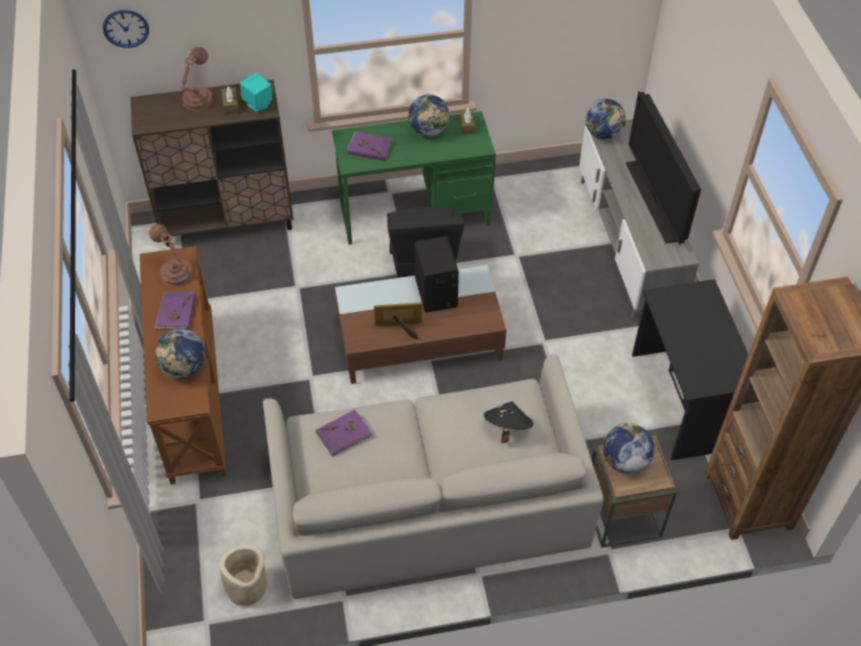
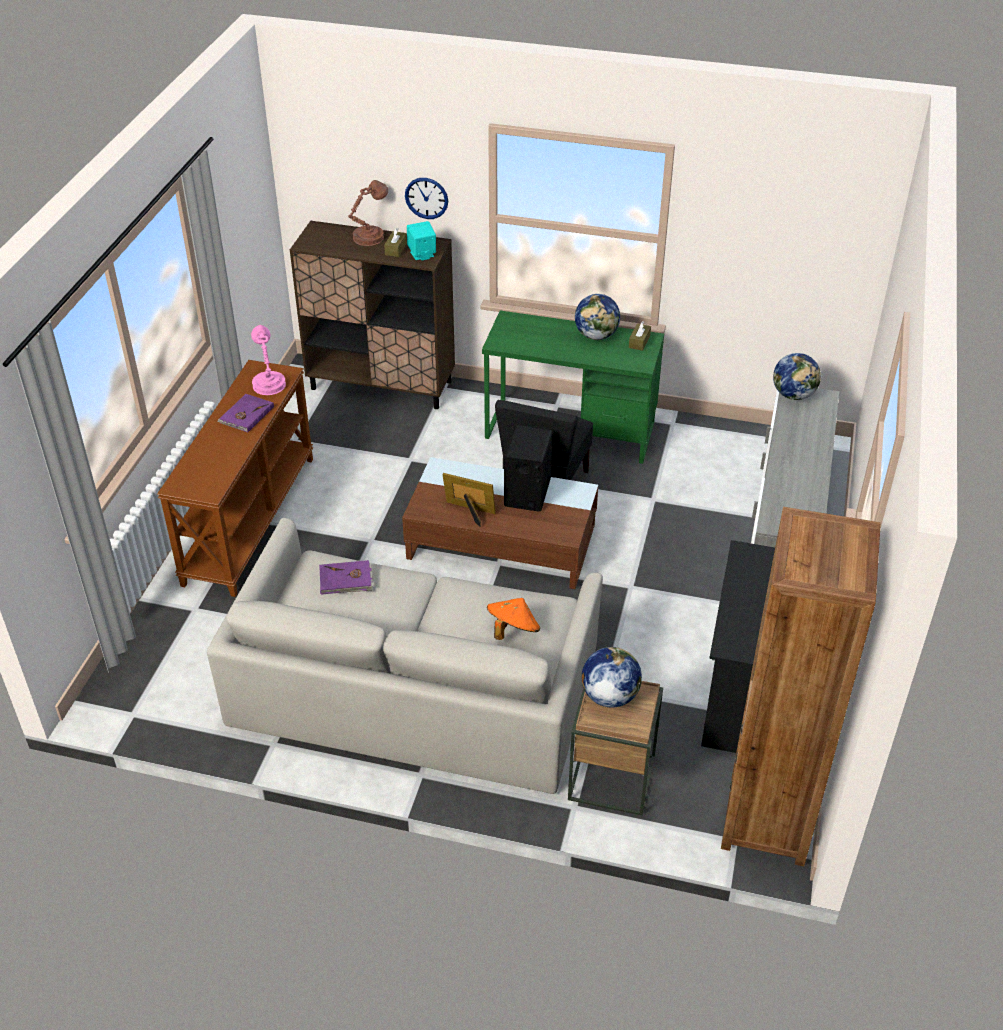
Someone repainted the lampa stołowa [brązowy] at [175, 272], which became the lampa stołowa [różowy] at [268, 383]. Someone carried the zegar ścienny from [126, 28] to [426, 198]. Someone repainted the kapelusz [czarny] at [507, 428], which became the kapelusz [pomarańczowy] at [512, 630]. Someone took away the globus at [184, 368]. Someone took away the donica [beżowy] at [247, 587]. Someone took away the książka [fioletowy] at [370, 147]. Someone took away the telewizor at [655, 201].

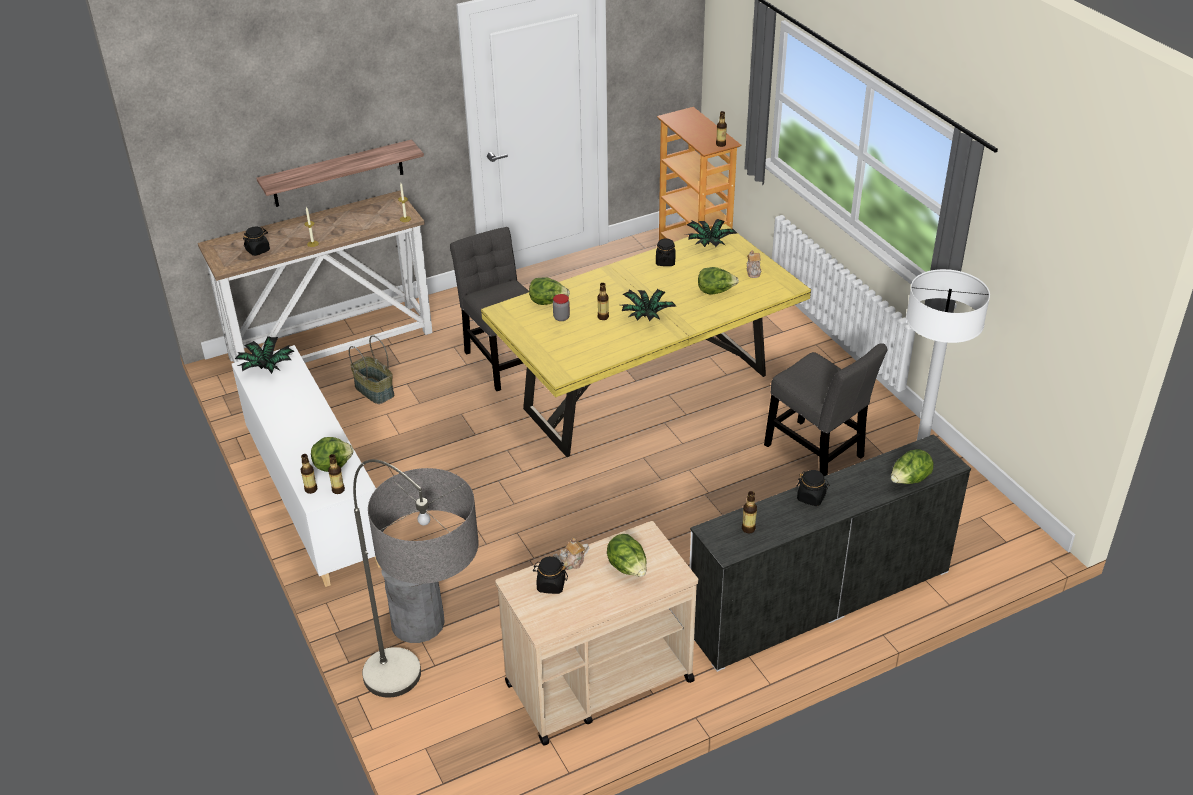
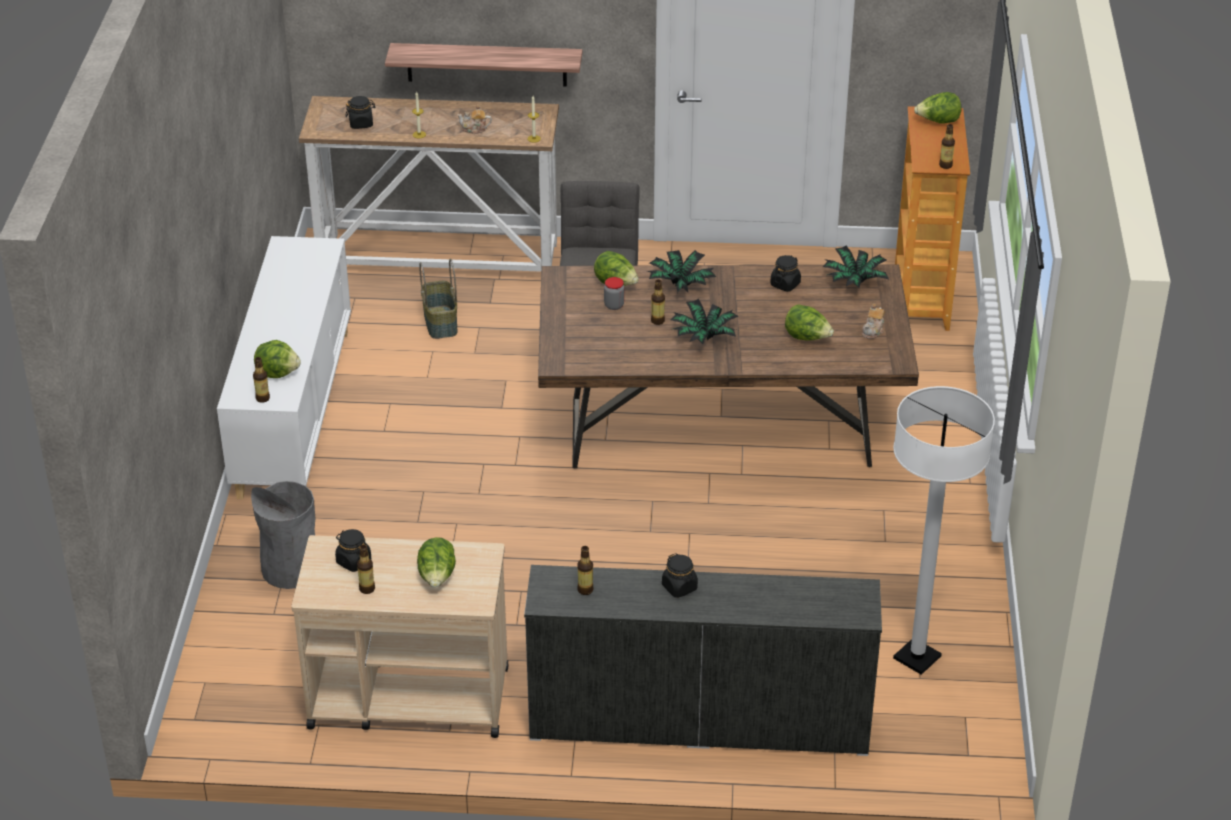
Someone carried the butelka from [311, 489] to [367, 589]. Someone carried the imbryk from [571, 562] to [474, 129]. Someone repainted the stół jadalny [żółty] at [646, 392], which became the stół jadalny [brązowy] at [721, 433]. Someone carried the roślina doniczkowa from [266, 368] to [680, 285]. Someone carried the sałata from [909, 481] to [938, 122]. Someone took away the lampa stojąca at [432, 717]. Someone took away the krzesło [szary] at [817, 454].

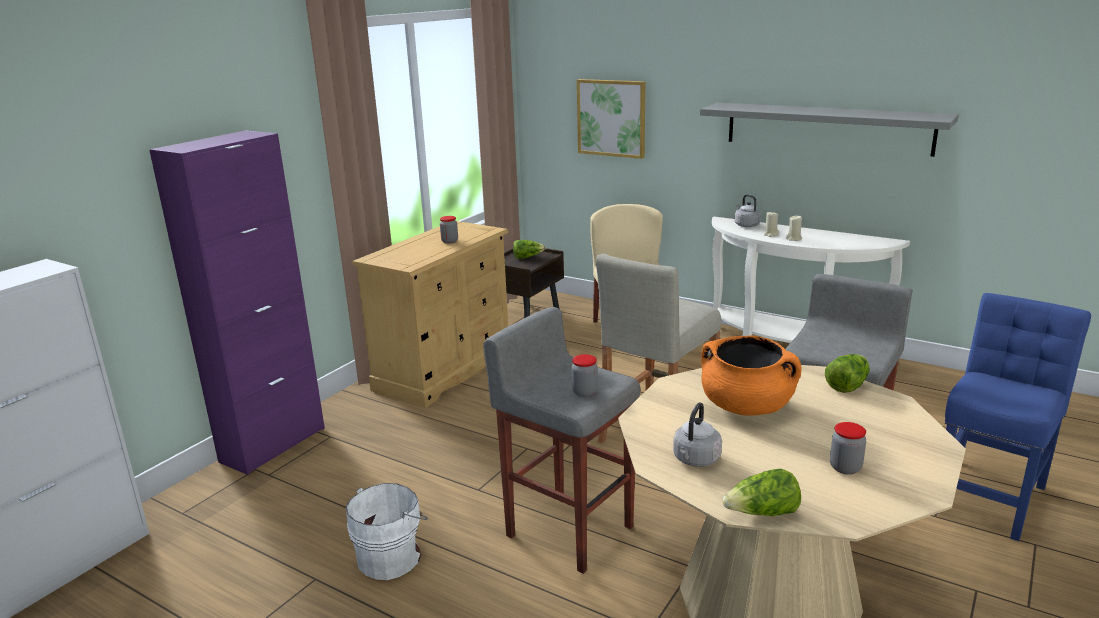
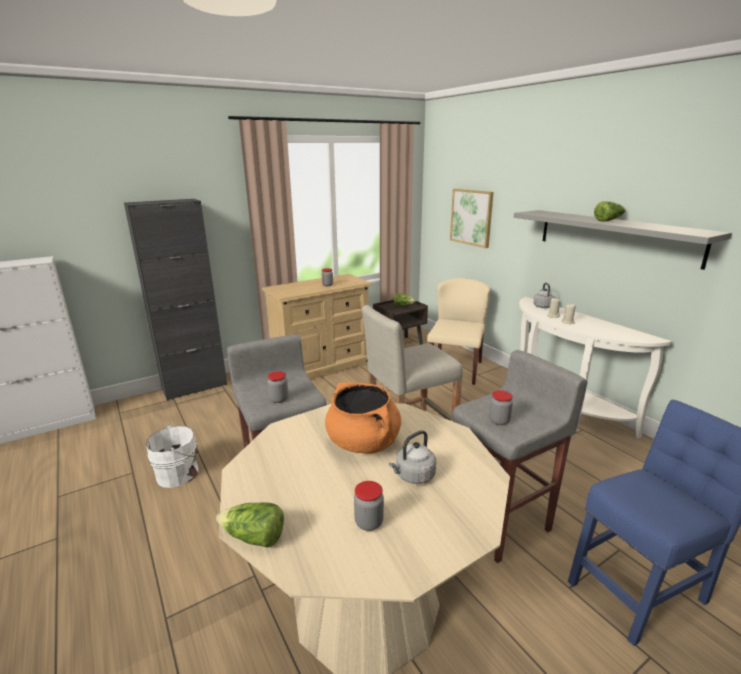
Someone repainted the szafka [fioletowy] at [273, 445], which became the szafka [czarny] at [195, 387]. Someone carried the czajnik [szary] from [695, 460] to [413, 476]. Someone put down the słoik at [499, 421]. Someone carried the sałata from [847, 385] to [608, 220].

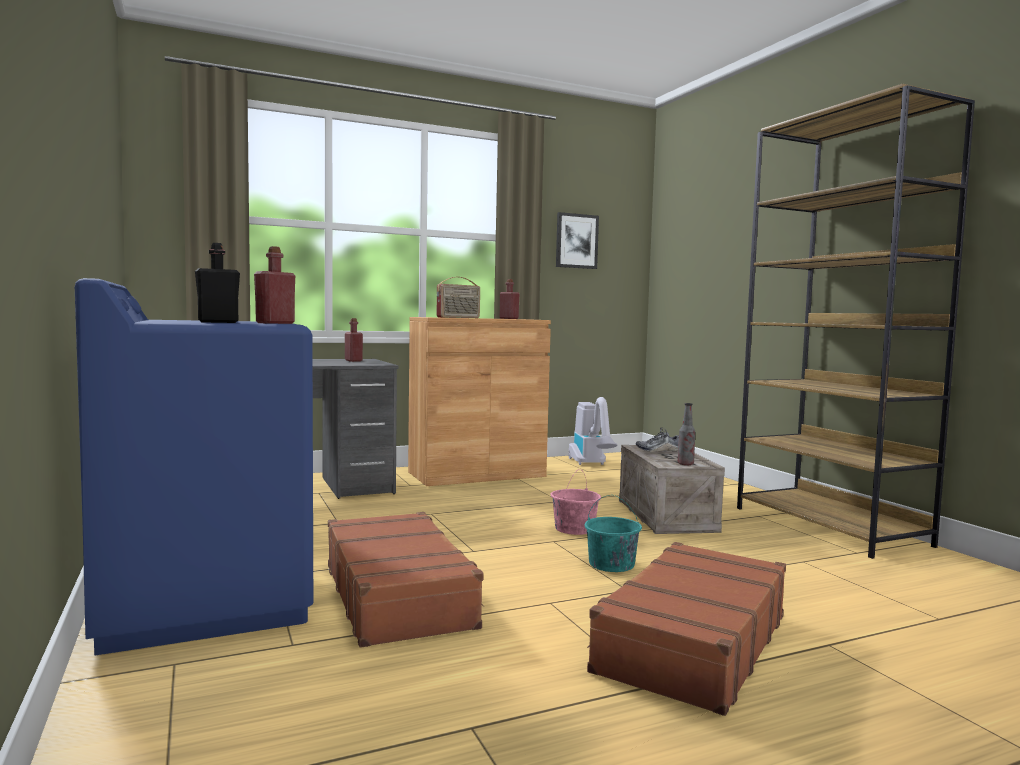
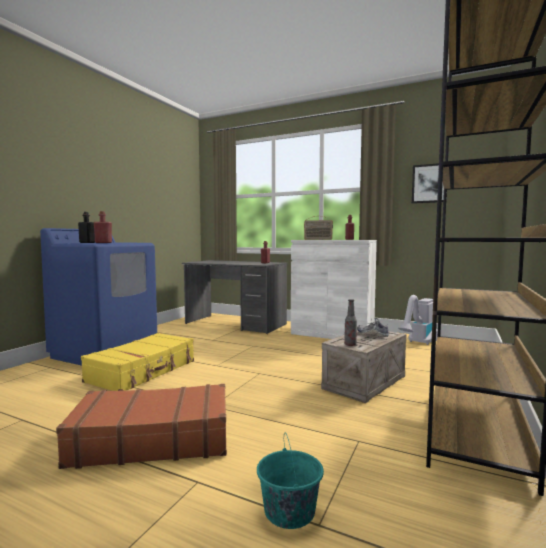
Someone repainted the walizka [brązowy] at [398, 595], which became the walizka [żółty] at [143, 371]. Someone carried the wiadro [turkusowy] from [612, 564] to [289, 511]. Someone repainted the szafka [brązowy] at [476, 474], which became the szafka [biały] at [332, 334]. Someone took away the wiadro [różowy] at [574, 529].

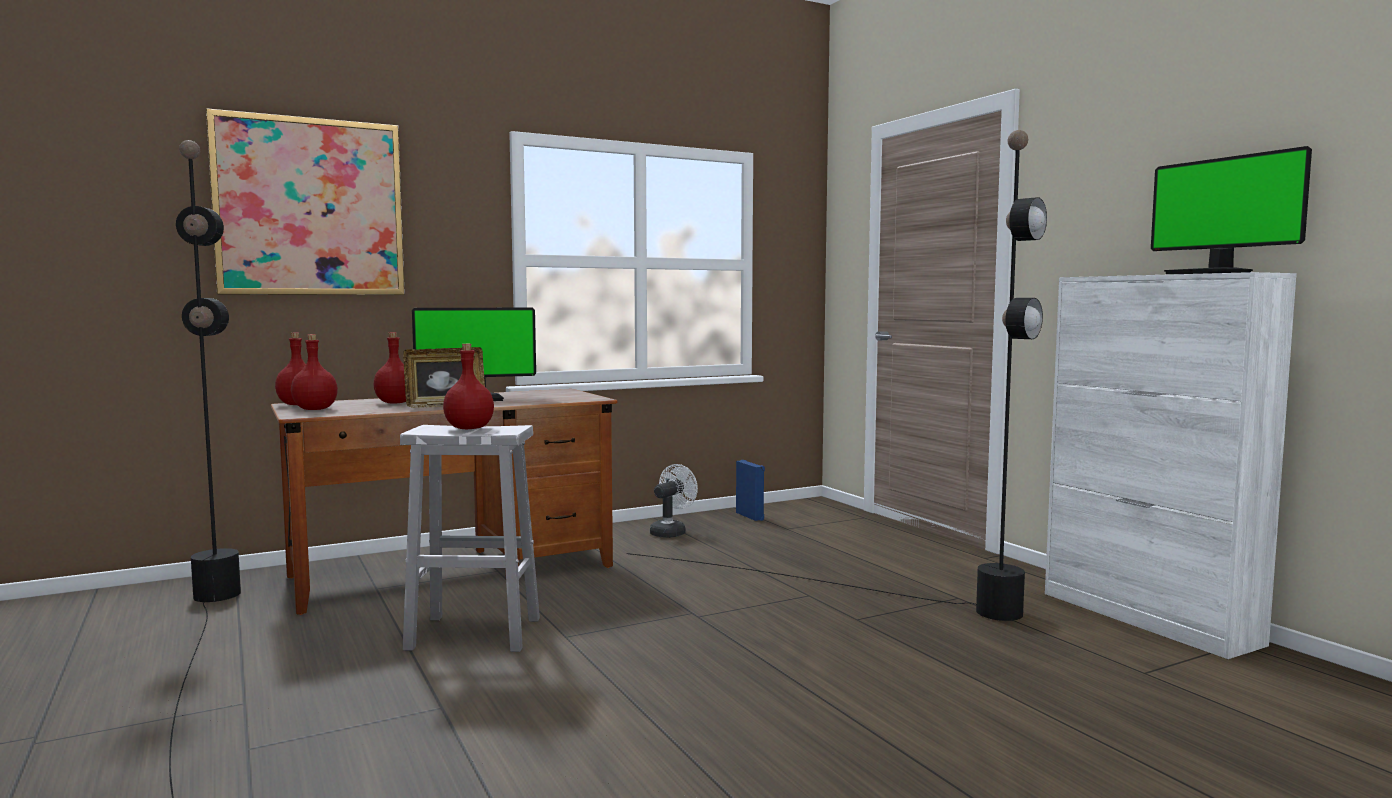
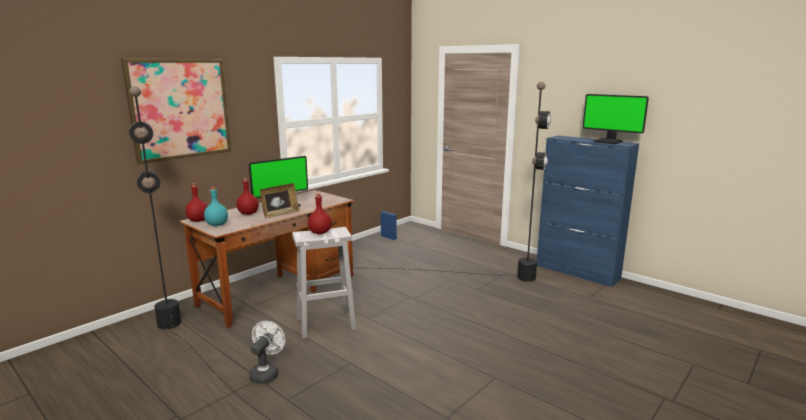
Someone repainted the butelka [czerwony] at [315, 409], which became the butelka [turkusowy] at [217, 224]. Someone carried the wentylator [biały] from [671, 532] to [266, 373]. Someone repainted the szafka [biały] at [1148, 618], which became the szafka [niebieski] at [577, 272].

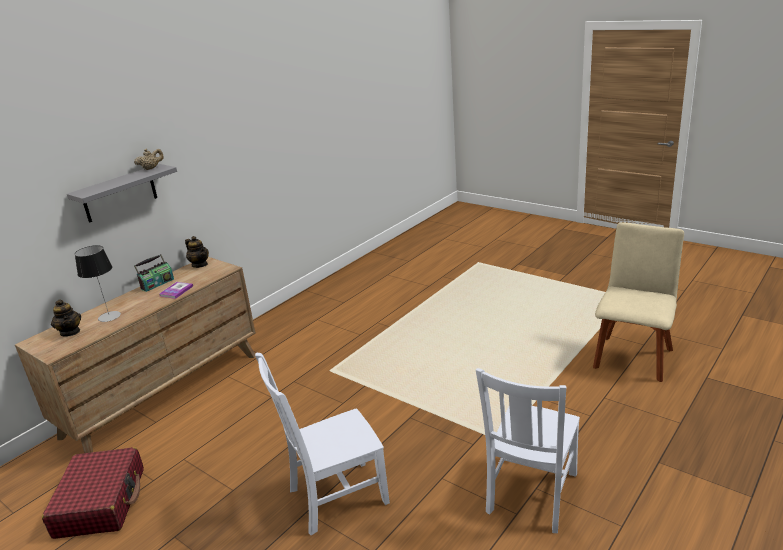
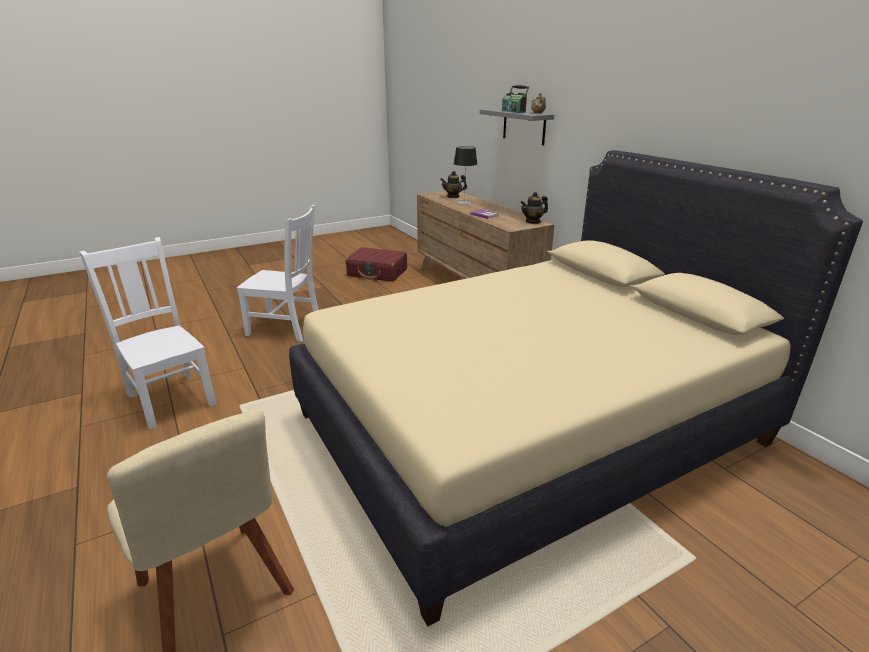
Someone rotated the krzesło [biały] at [334, 497] by 105 degrees clockwise. Someone put down the łóżko [beżowy] at [529, 427]. Someone carried the radio from [157, 284] to [514, 111].

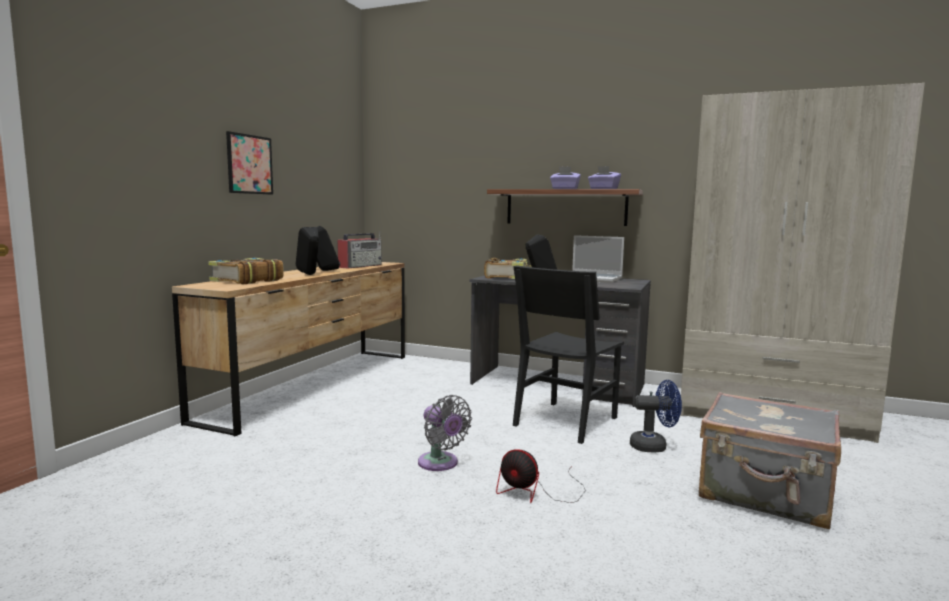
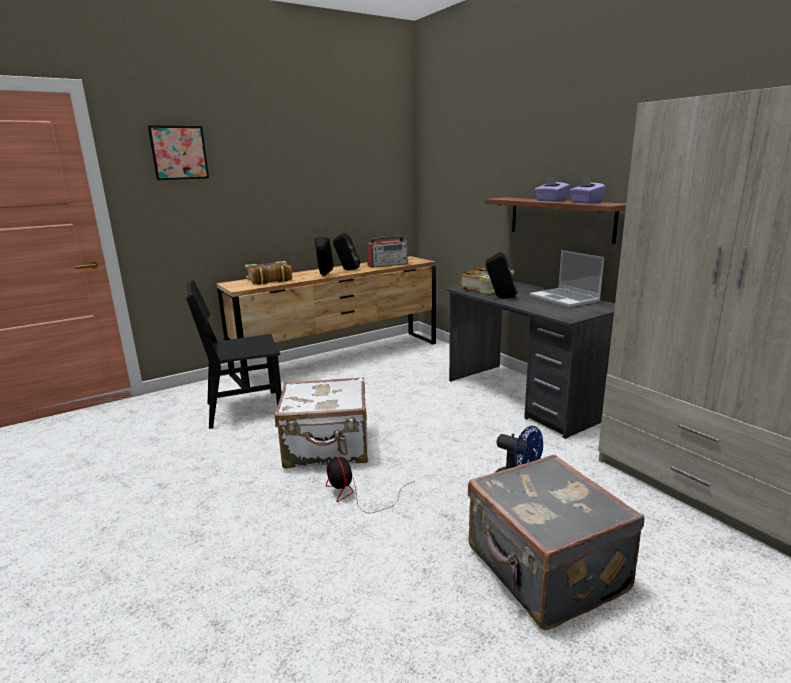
Someone carried the obraz from [249, 164] to [179, 153]. Someone carried the krzesło [czarny] from [565, 421] to [244, 408]. Someone swapped the wentylator [szary] at [440, 464] for the walizka [biały] at [327, 449].

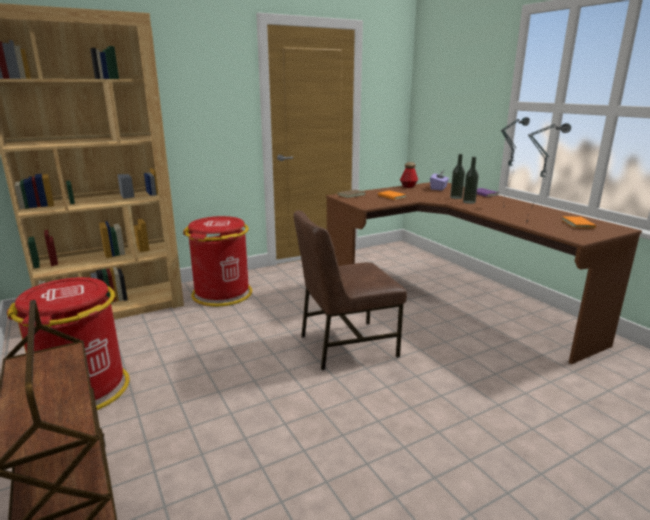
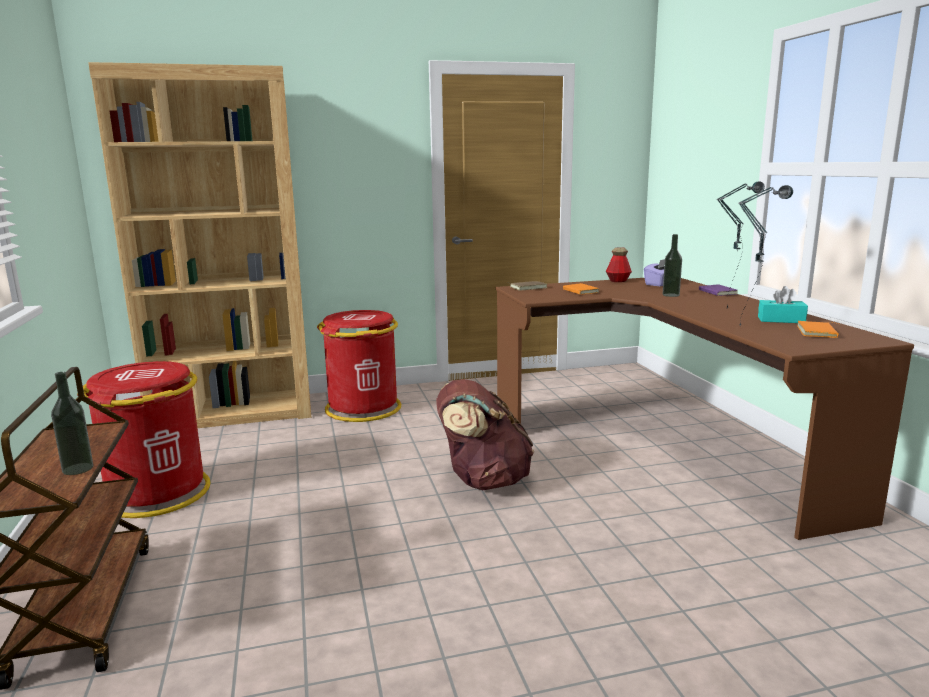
Someone carried the butelka from [469, 202] to [78, 469]. Someone swapped the krzesło [brązowy] at [346, 345] for the plecak [brązowy] at [483, 480]. Someone put down the pudełko chusteczek [turkusowy] at [781, 320].

